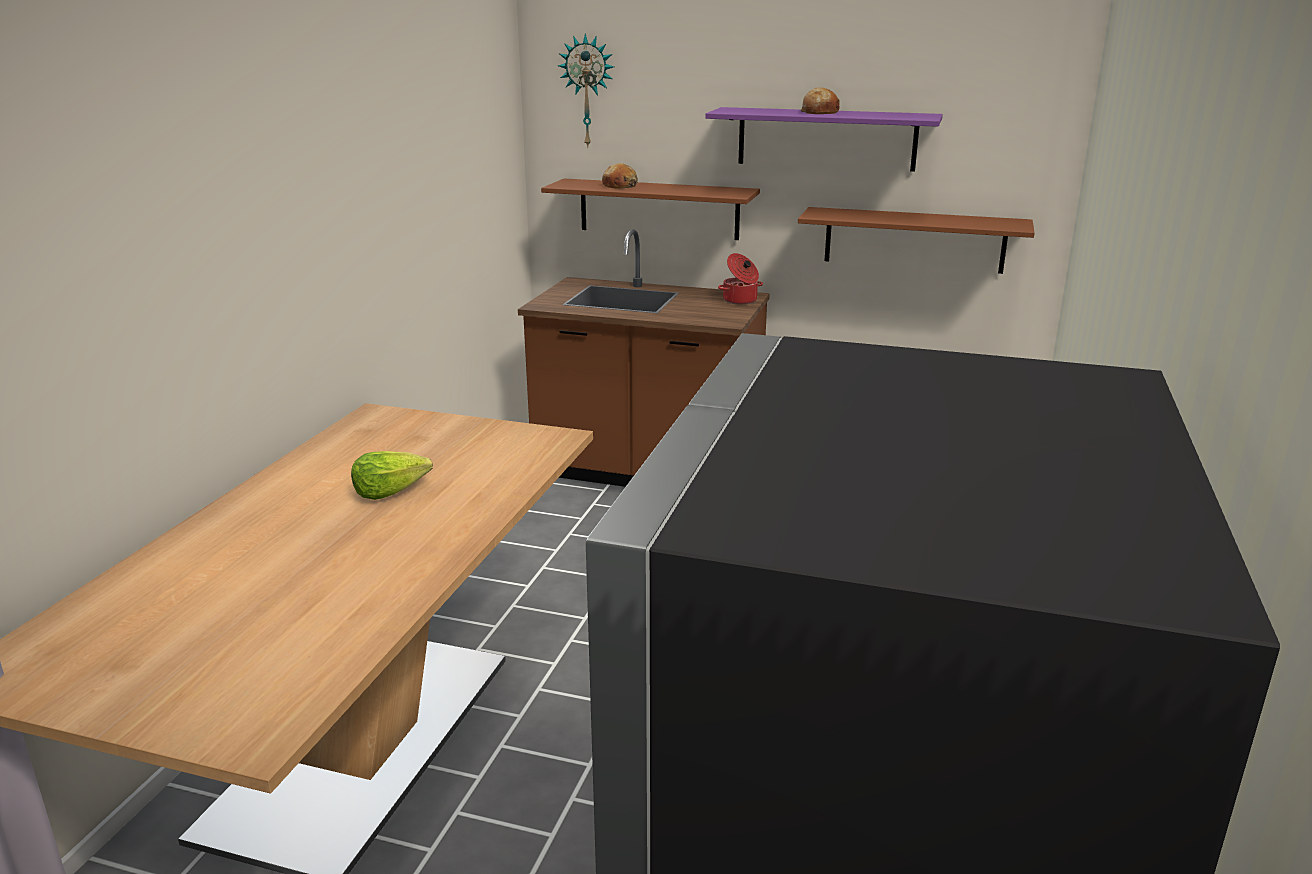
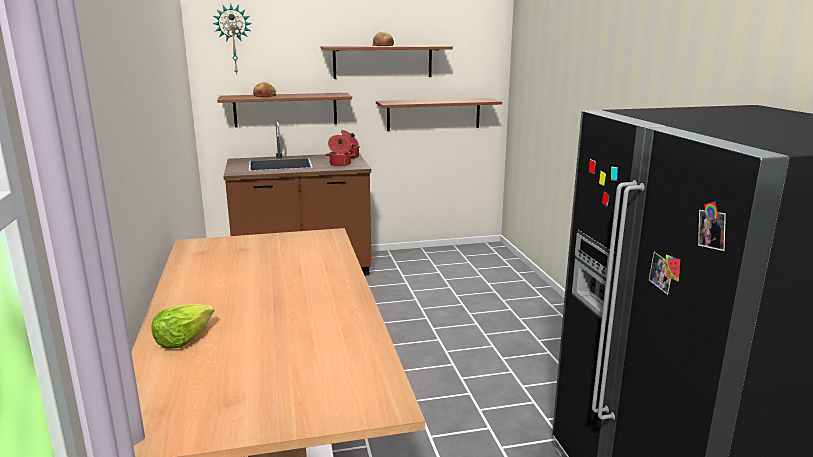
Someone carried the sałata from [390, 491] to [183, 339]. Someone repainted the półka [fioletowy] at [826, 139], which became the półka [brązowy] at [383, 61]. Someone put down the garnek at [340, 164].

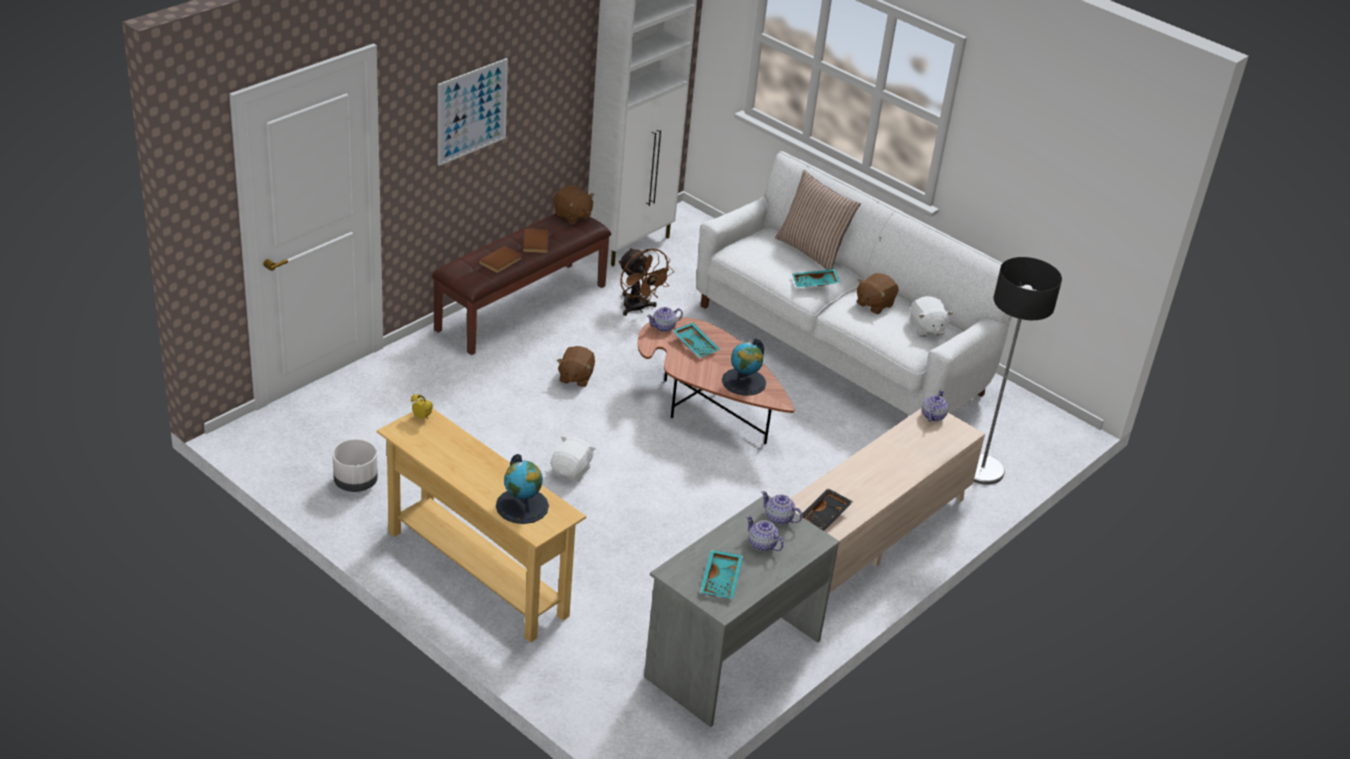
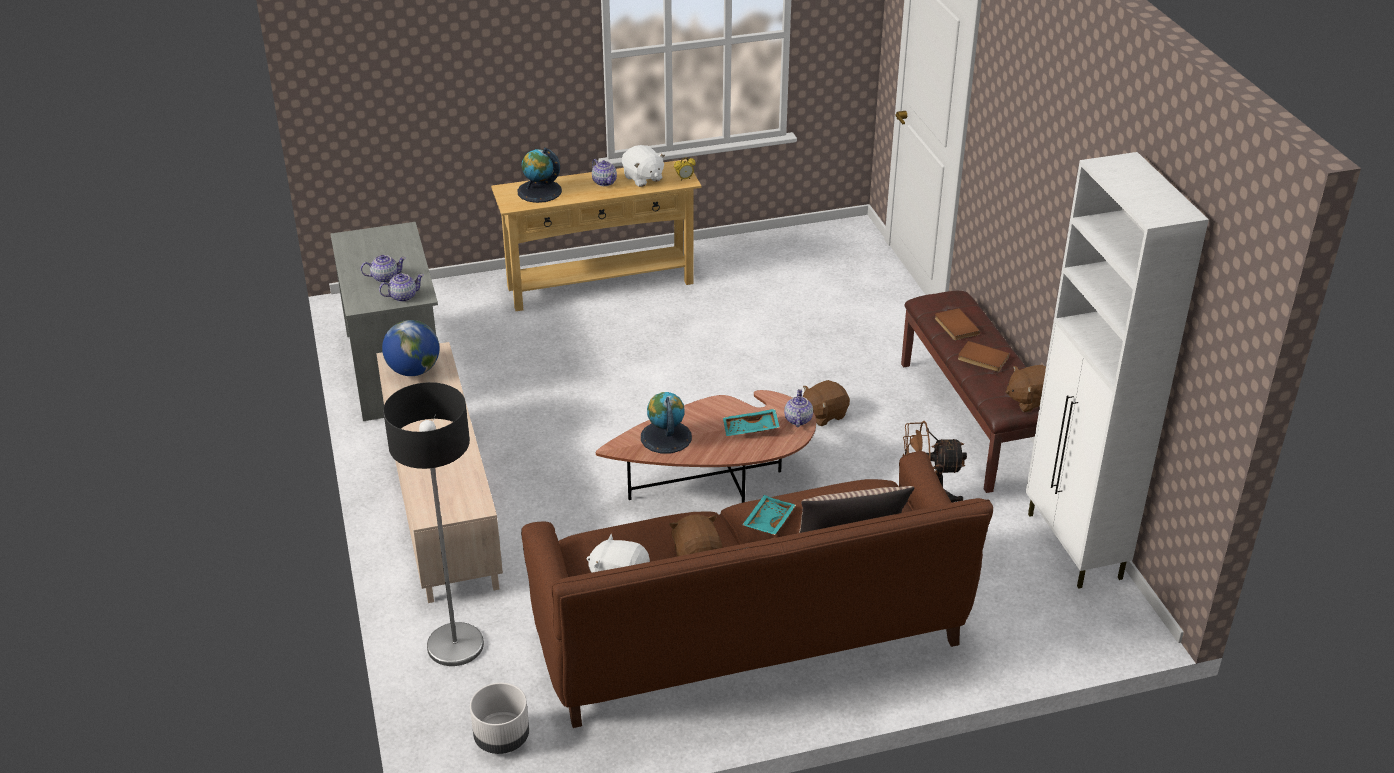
Someone swapped the taca [czarny] at [825, 516] for the globus at [413, 371]. Someone carried the donica [biały] from [356, 483] to [501, 738]. Someone repainted the kanapa [biały] at [840, 349], which became the kanapa [brązowy] at [749, 636]. Someone carried the imbryk from [932, 416] to [604, 182]. Someone carried the pluszak [biały] from [571, 471] to [643, 178]. Someone rotated the pluszak [brązowy] at [575, 377] by 75 degrees counterclockwise. Someone took away the obraz at [472, 111]. Someone took away the taca [turkusowy] at [722, 580].

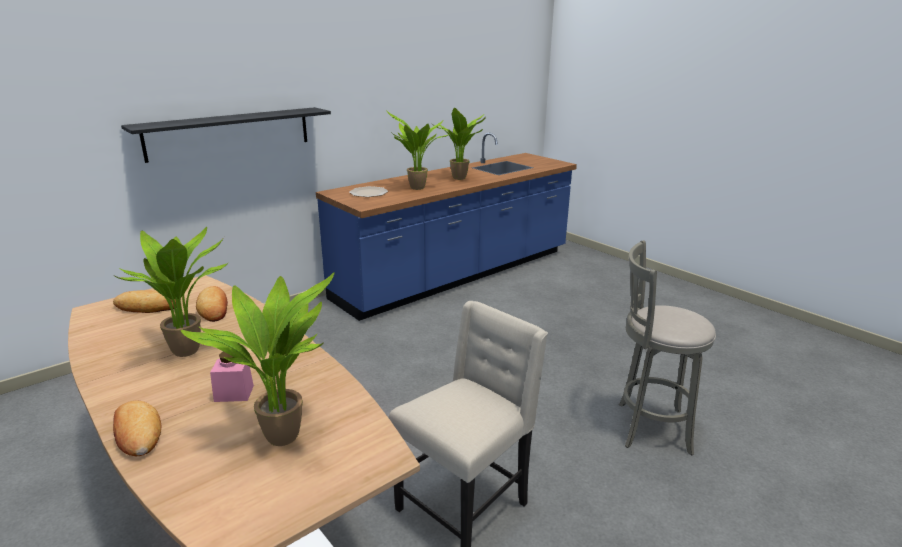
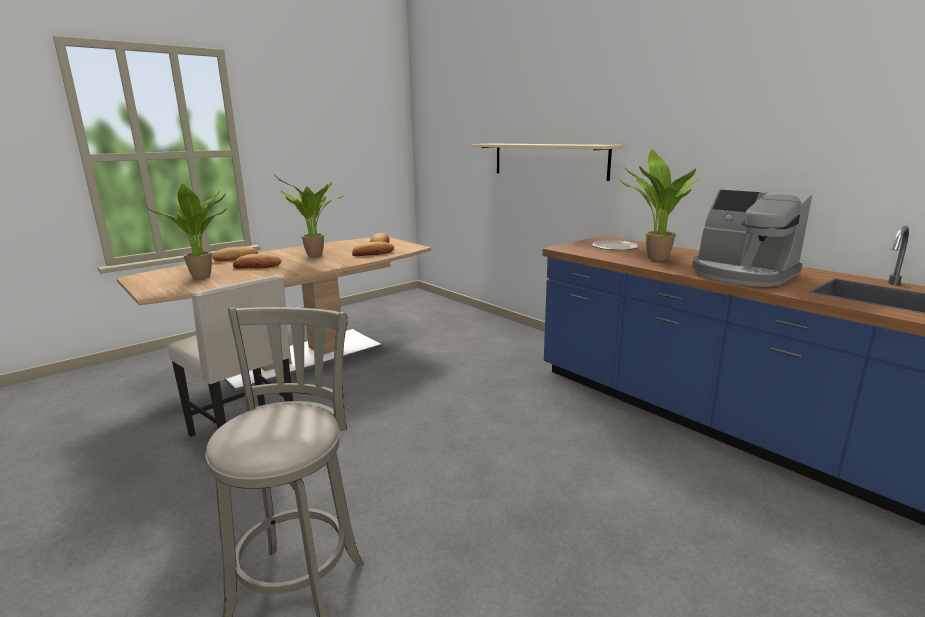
Someone swapped the słoik [różowy] at [234, 393] for the chleb at [257, 266]. Someone repainted the półka [czarny] at [230, 133], which became the półka [beżowy] at [548, 160]. Someone swapped the roślina doniczkowa at [461, 179] for the ekspres do kawy at [741, 274].

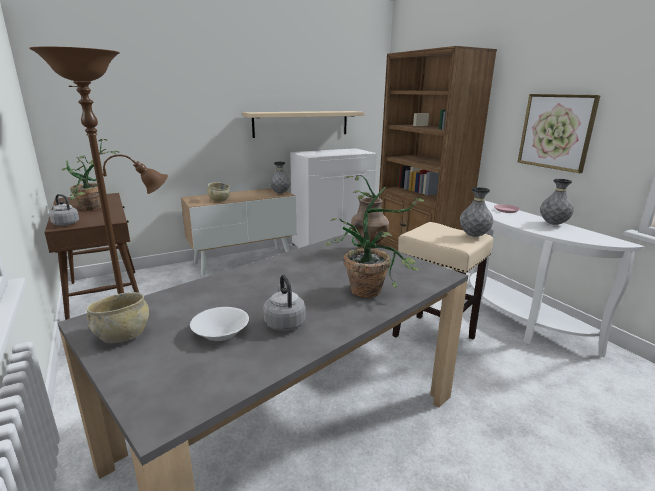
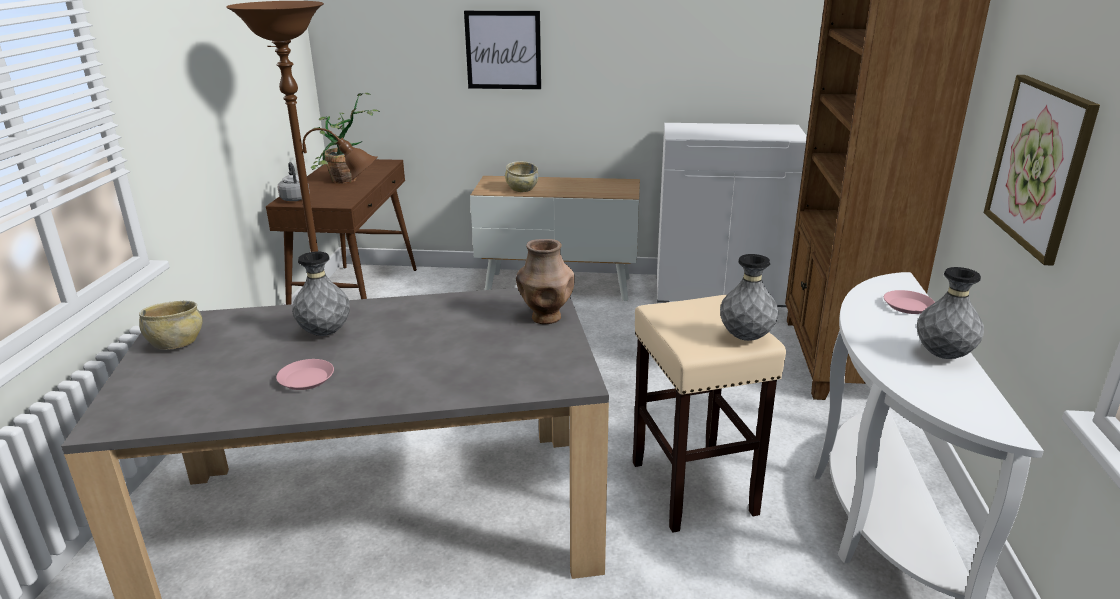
Someone swapped the czajnik [szary] at [284, 322] for the talerz [różowy] at [306, 379]. Someone carried the wazon [szary] from [280, 193] to [325, 333]. Someone put up the obraz at [503, 50]. Someone took away the miska [biały] at [220, 332]. Someone took away the półka [beżowy] at [301, 123]. Someone took away the roślina doniczkowa at [372, 288].

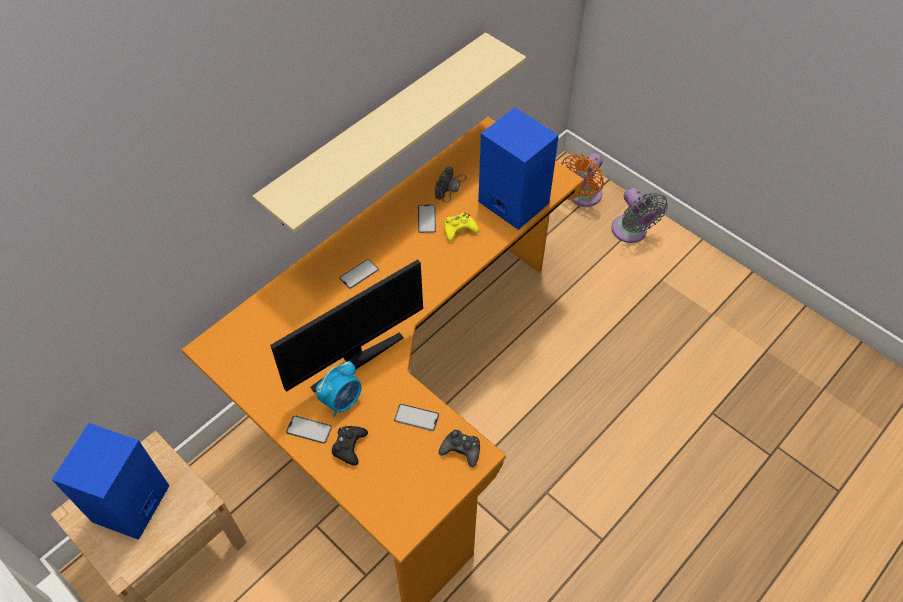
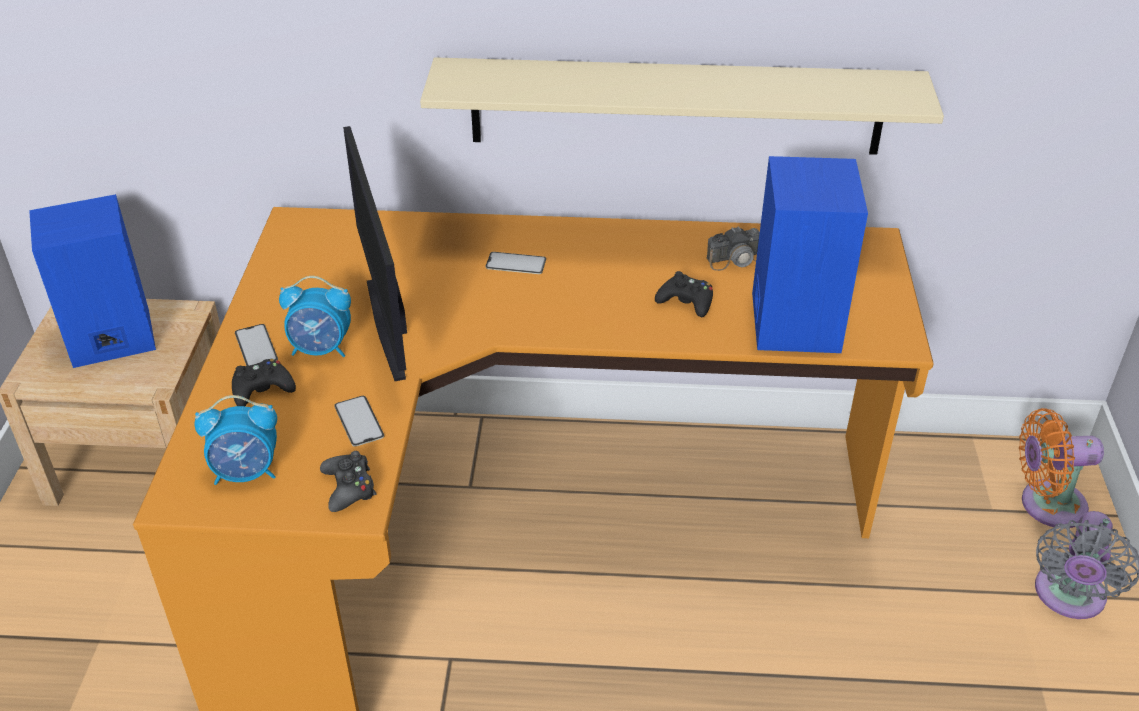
Someone put down the budzik at [247, 472]. Someone rotated the monitor at [356, 360] by 60 degrees clockwise. Someone repainted the pad do gier [żółty] at [459, 229], which became the pad do gier [czarny] at [686, 302]. Someone took away the telefon at [427, 219].

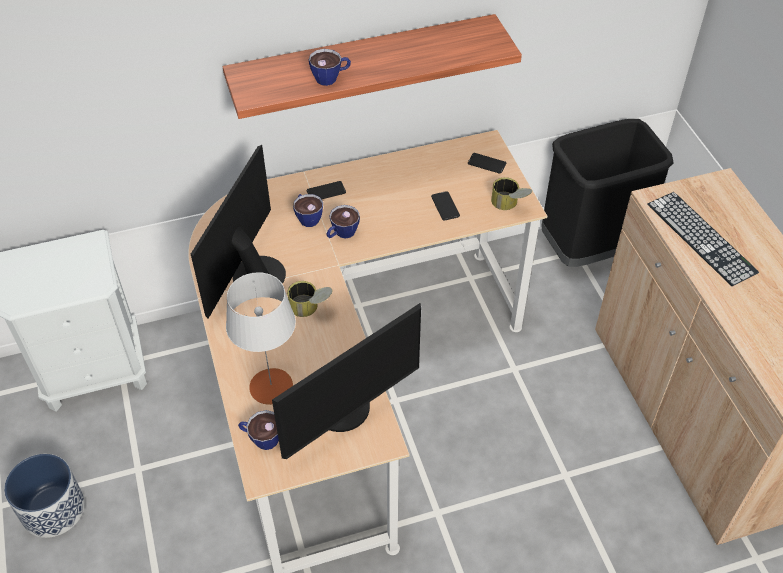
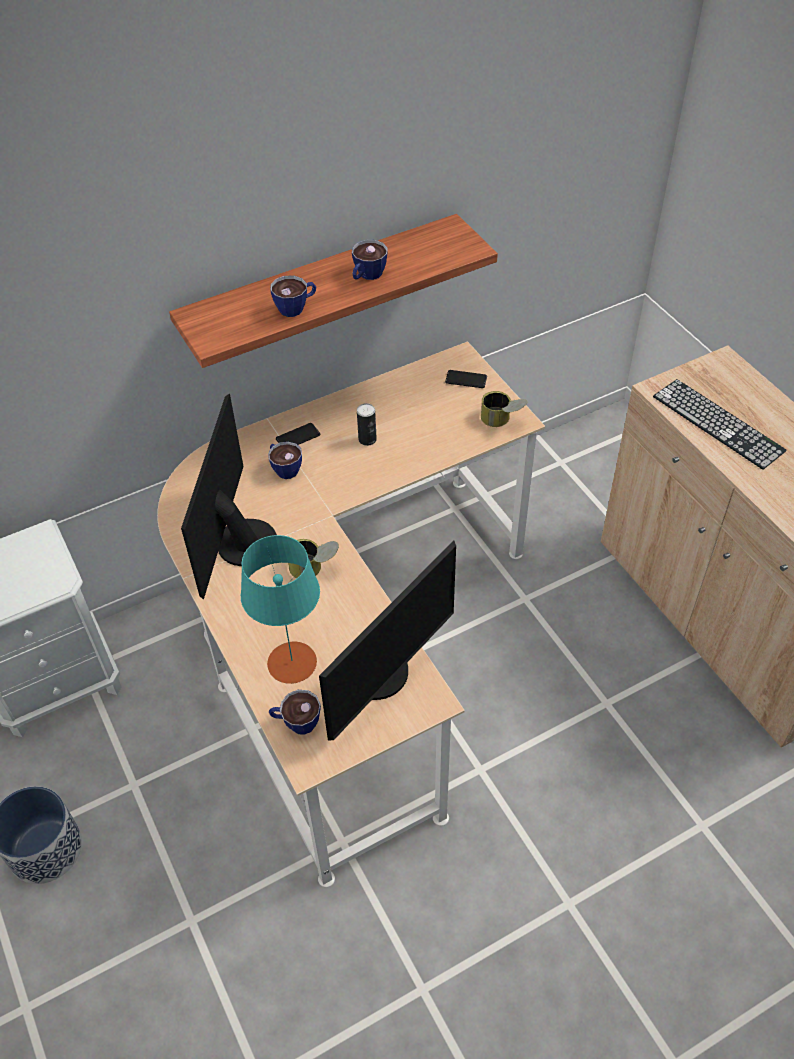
Someone repainted the lampa stołowa [szary] at [271, 386], which became the lampa stołowa [turkusowy] at [292, 663]. Someone carried the filiżanka from [341, 234] to [367, 276]. Someone put down the puszka at [367, 439]. Someone took away the telefon at [445, 206]. Someone took away the kosz na śmieci [czarny] at [589, 249].

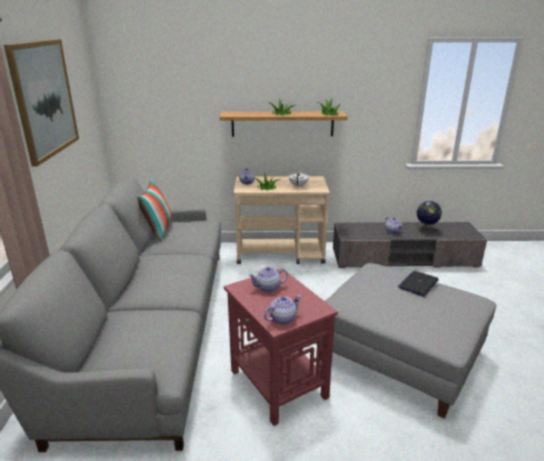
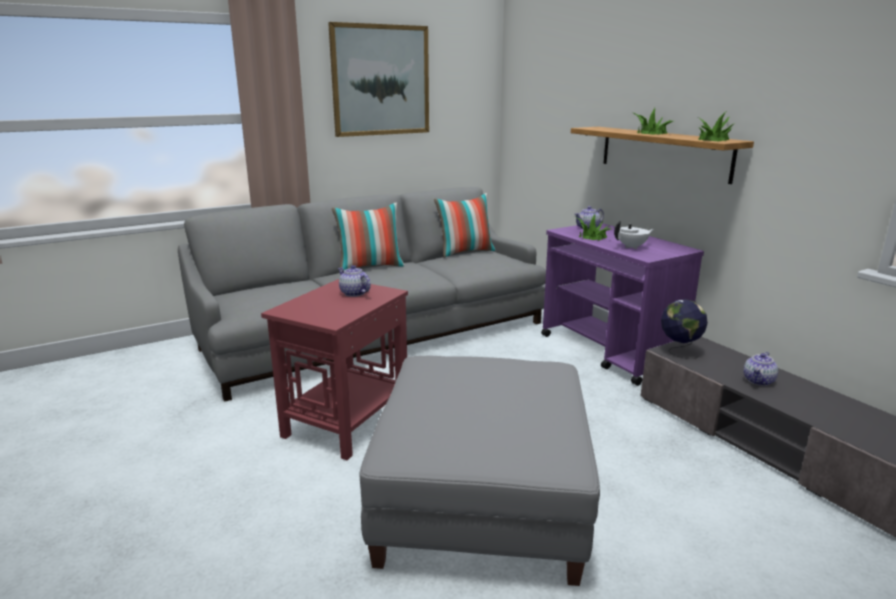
Someone put down the poduszka at [370, 267]. Someone repainted the wózek [beżowy] at [281, 254], which became the wózek [fioletowy] at [610, 352]. Someone carried the globus from [426, 229] to [679, 351]. Someone took away the imbryk at [282, 318]. Someone took away the laptop at [418, 284].

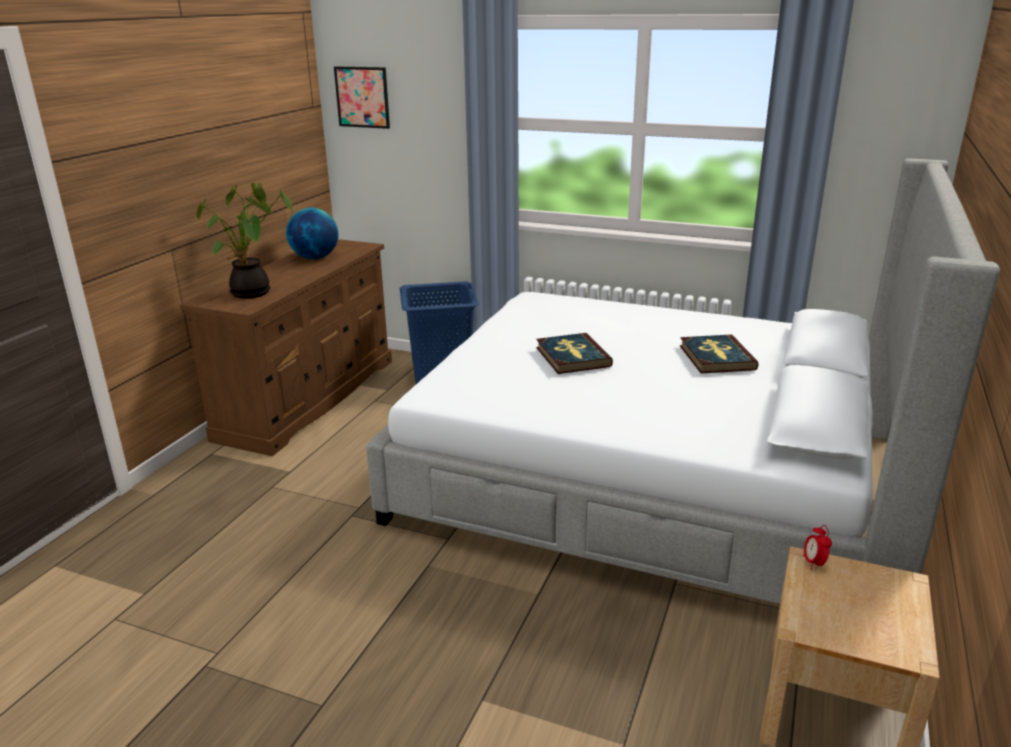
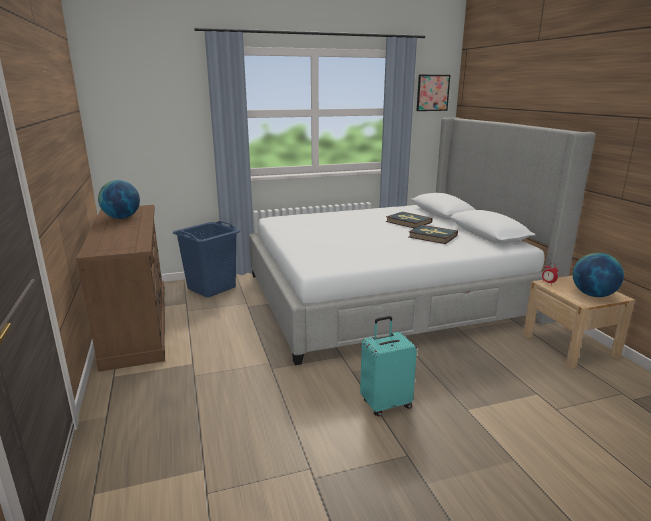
Someone put down the walizka [turkusowy] at [385, 404]. Someone carried the książka from [572, 357] to [432, 236]. Someone carried the obraz from [362, 97] to [432, 93]. Someone put down the globus at [593, 295]. Someone took away the roślina doniczkowa at [253, 294].

